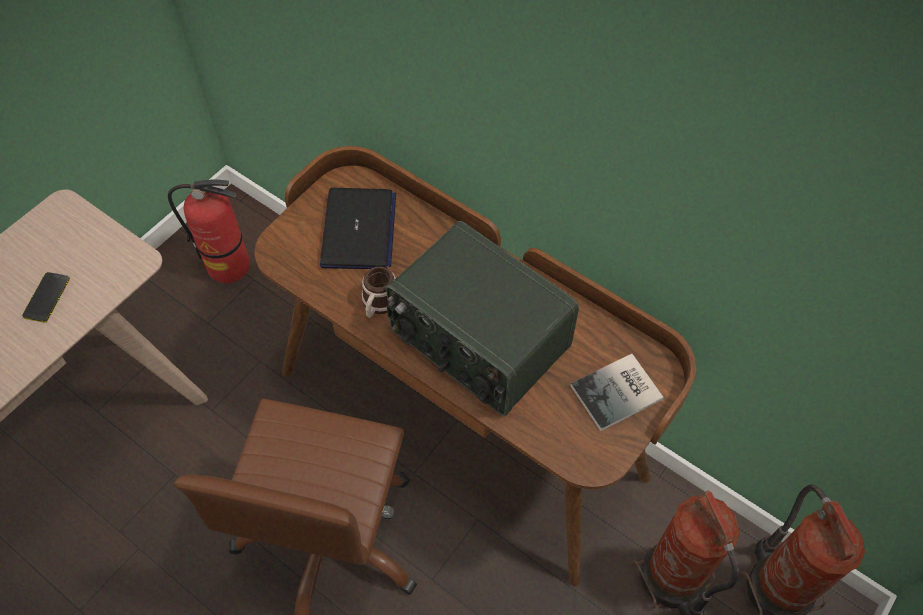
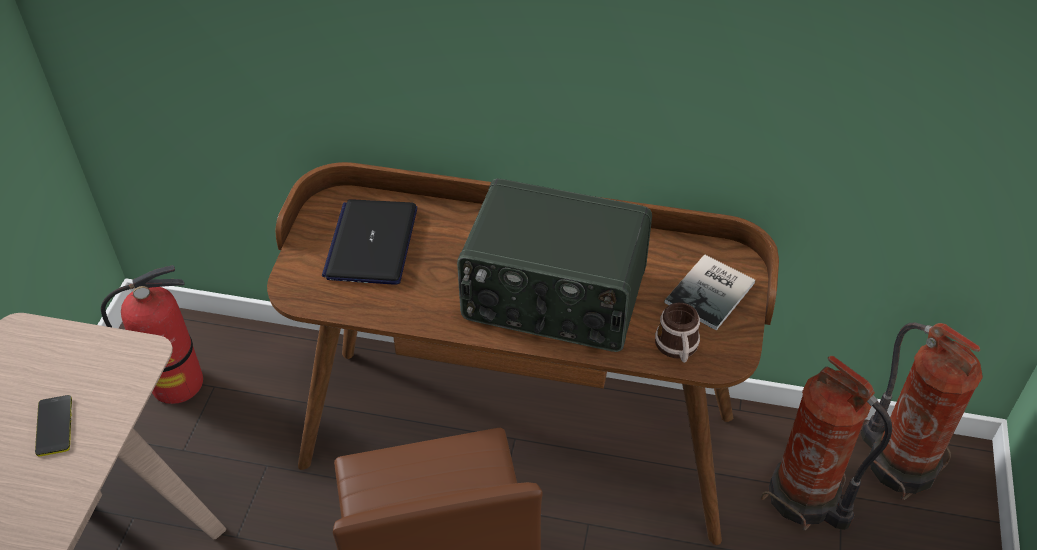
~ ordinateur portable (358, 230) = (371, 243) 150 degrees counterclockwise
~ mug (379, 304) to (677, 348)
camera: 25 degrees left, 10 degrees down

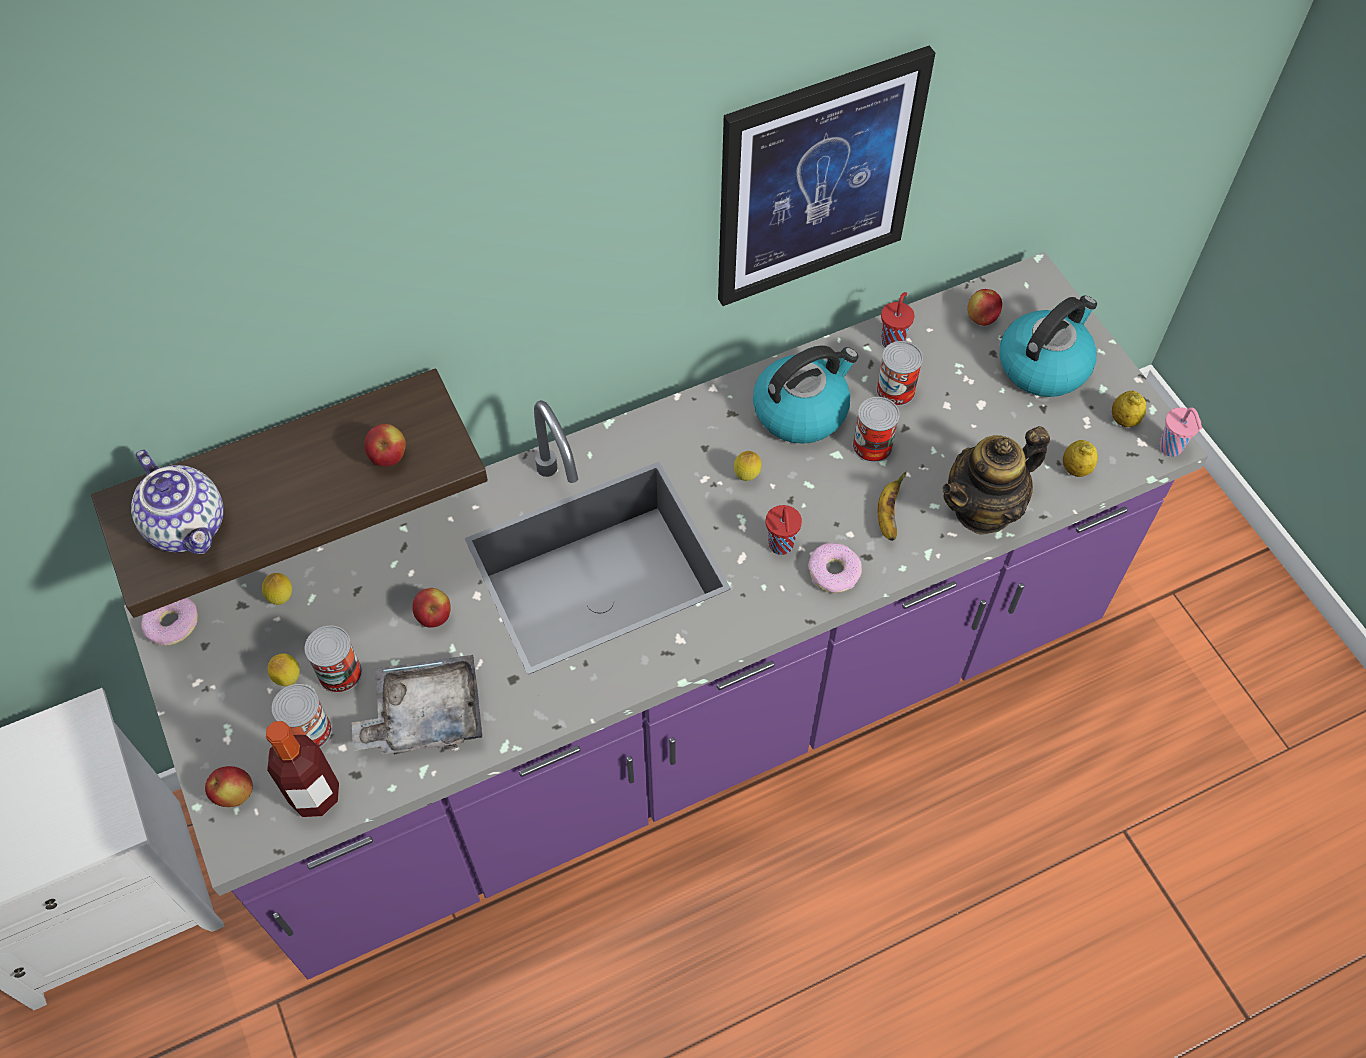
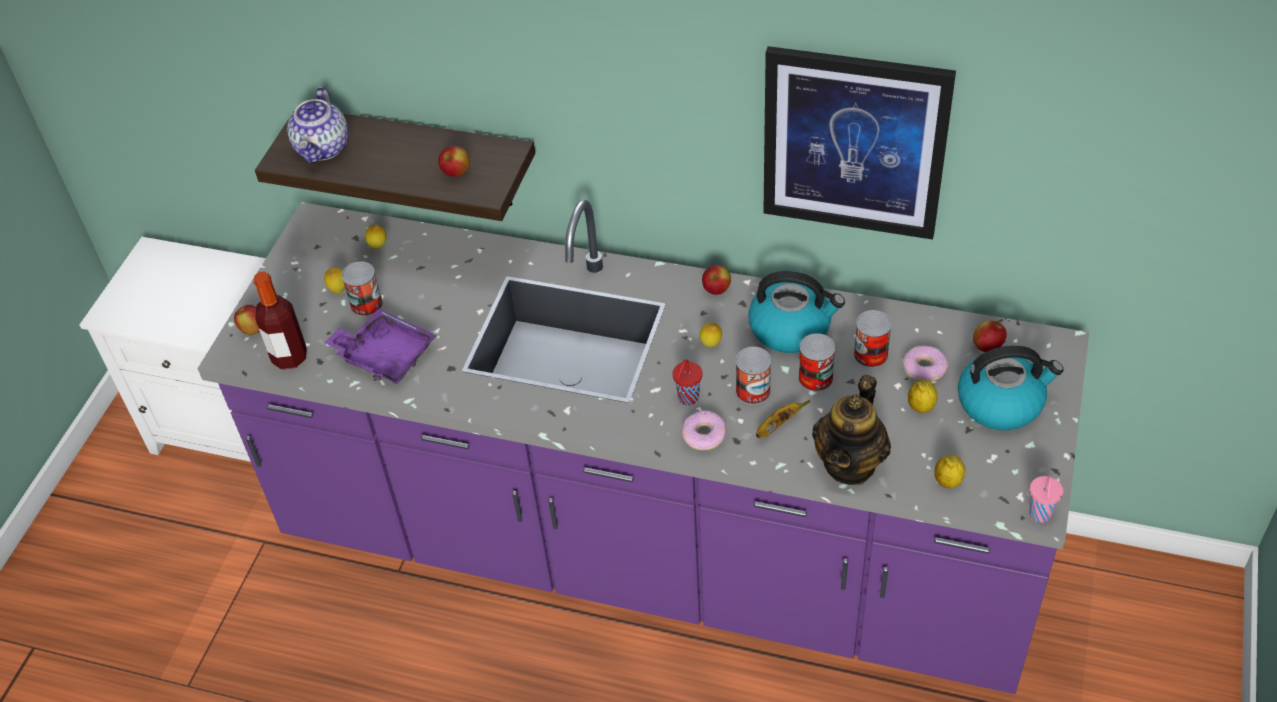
~ beignet (172, 624) to (924, 368)
~ boîte métallique (309, 731) to (753, 391)
~ plateau/gris (425, 715) to plateau/violet (385, 355)
~ pomme (434, 617) to (716, 290)
- tasse/rouge (893, 341)
~ théière (983, 509) = (850, 463) 75 degrees counterclockwise
~ citron (1124, 420) to (921, 407)
camera: 45 degrees right, 10 degrees down

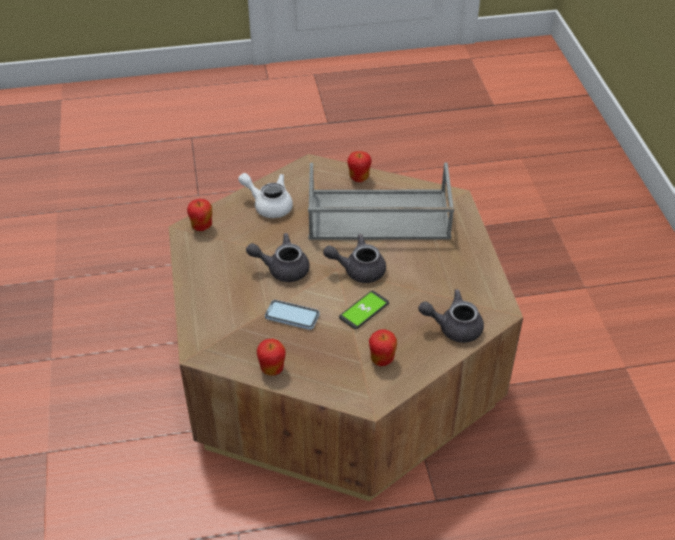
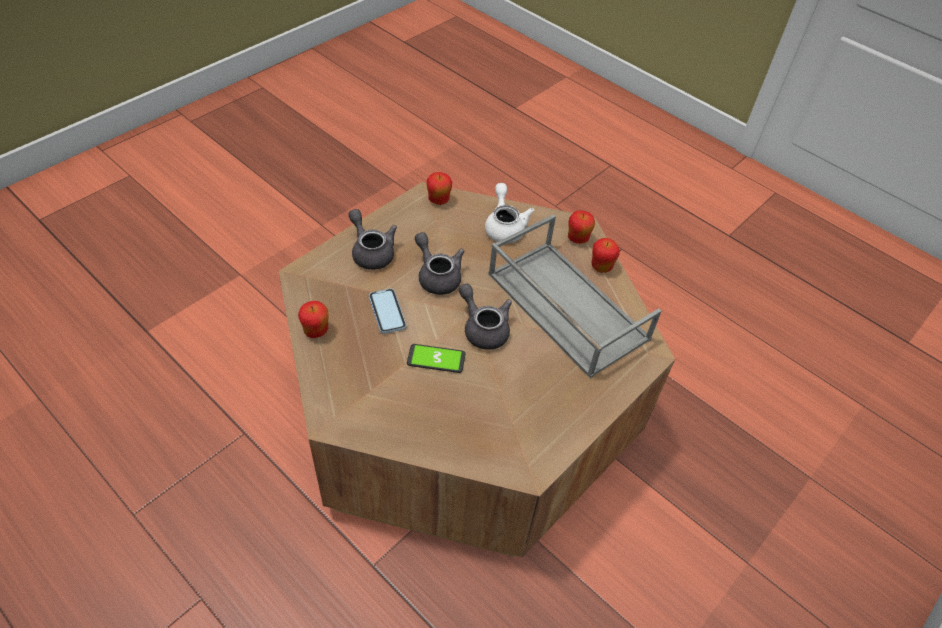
~ pomme (382, 359) to (577, 239)
~ théière/gris (453, 327) to (371, 252)
camera: 50 degrees right, 5 degrees up

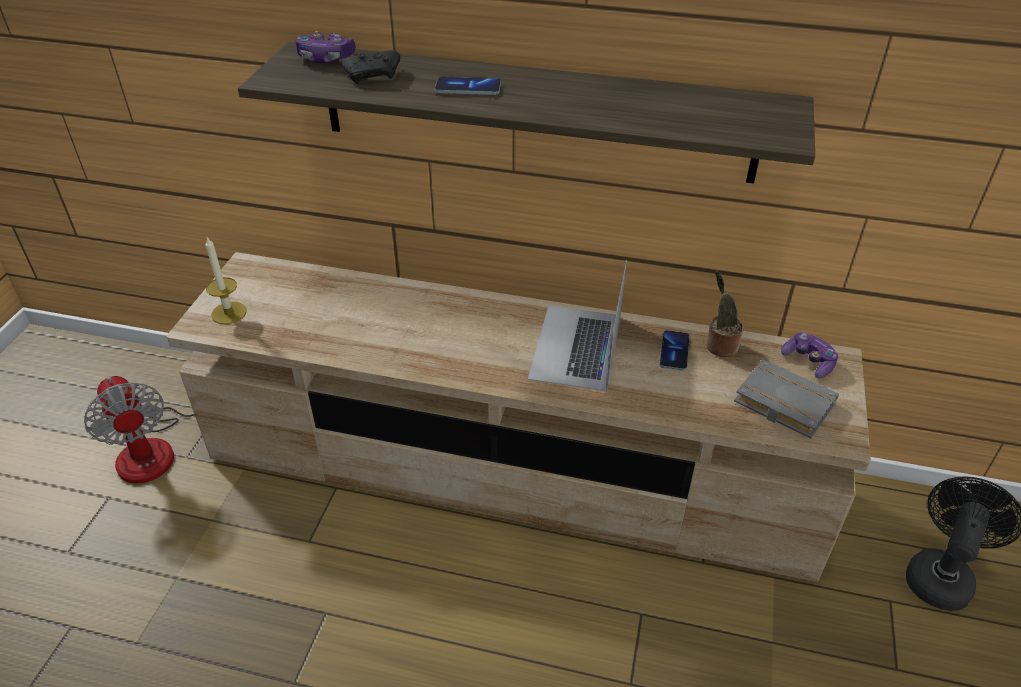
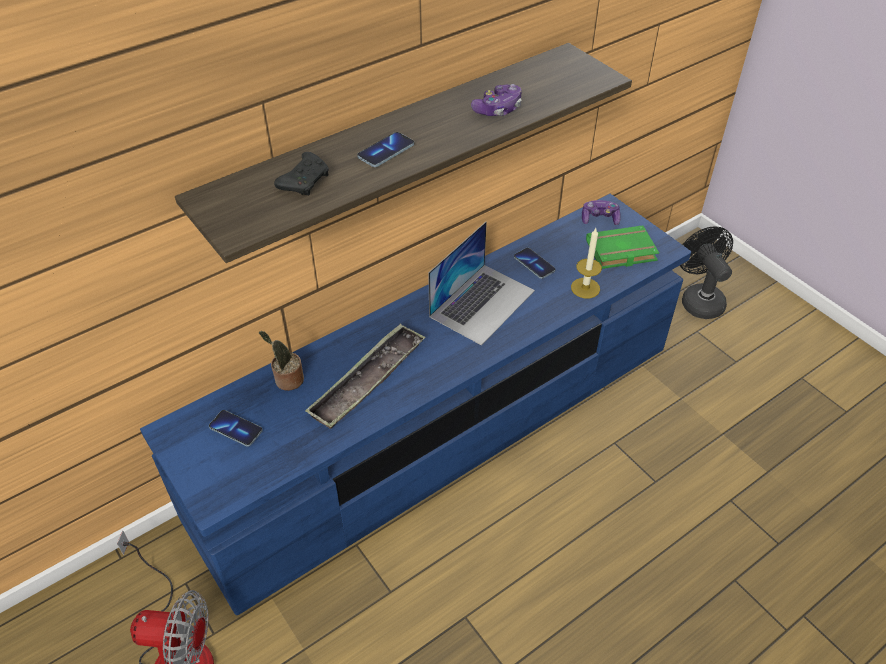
~ meuble télé/beige (510, 467) to meuble télé/bleu (442, 430)
~ bougie (229, 313) to (585, 288)
~ manette (326, 58) to (498, 109)
~ ordinateur portable (576, 347) = (482, 303) 105 degrees counterclockwise
~ plante en pot (719, 345) to (287, 380)
~ livre/gris (781, 404) to livre/vert (620, 252)
+ téléphone (236, 429)
+ plateau (367, 380)
camera: 50 degrees left, 5 degrees up

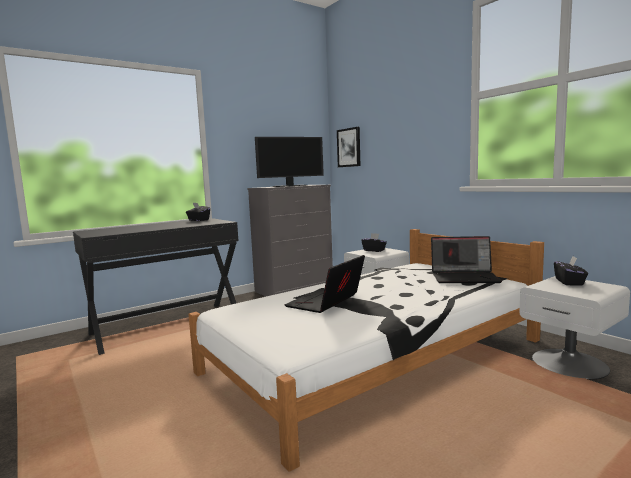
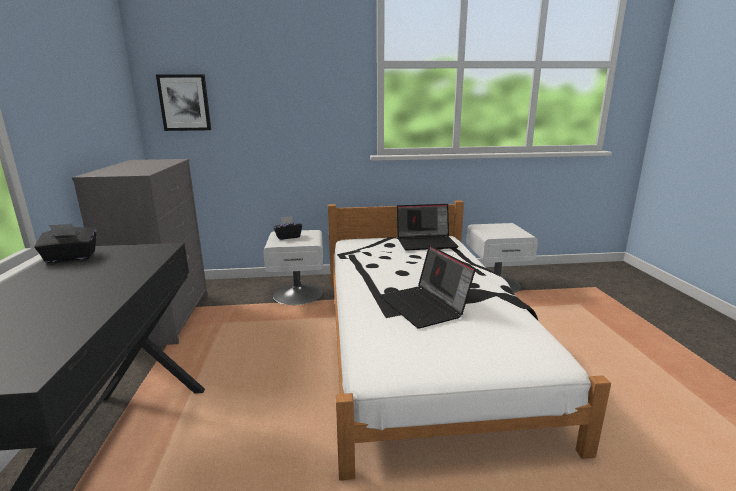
- écran d'ordinateur (290, 186)
~ ordinateur portable (465, 277) = (427, 242) 45 degrees clockwise
- boîte à mouchoirs/noir (569, 282)
camera: 60 degrees left, 10 degrees up

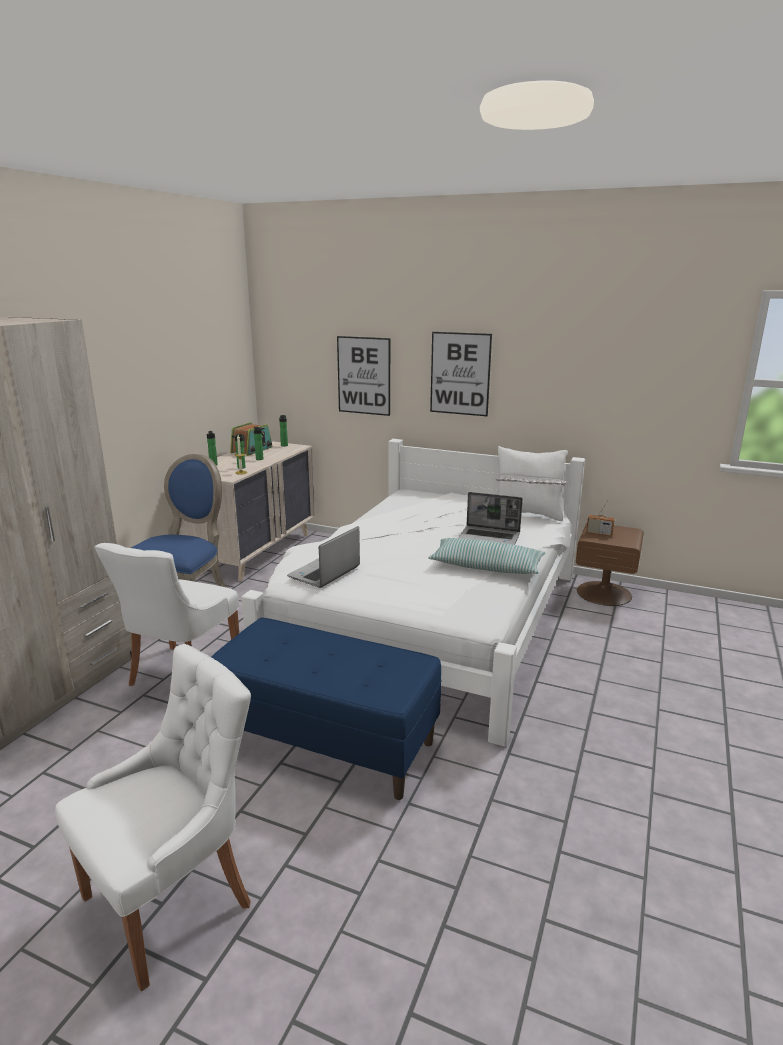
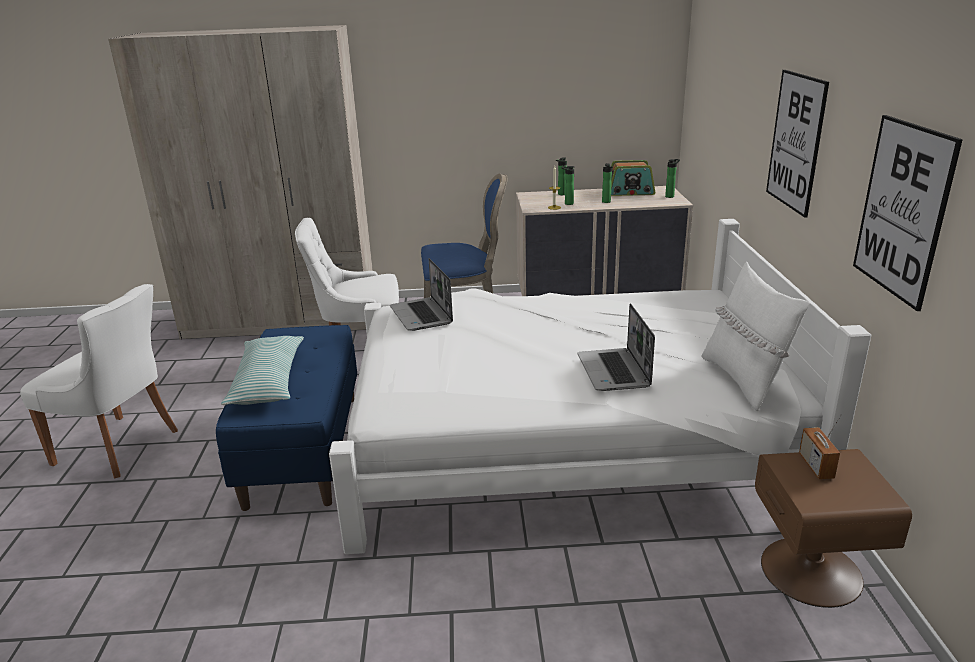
~ ordinateur portable (324, 573) = (422, 316) 120 degrees counterclockwise
~ tableau (364, 375) to (902, 210)
~ coussin (486, 566) to (268, 381)
camera: 65 degrees right, 5 degrees up

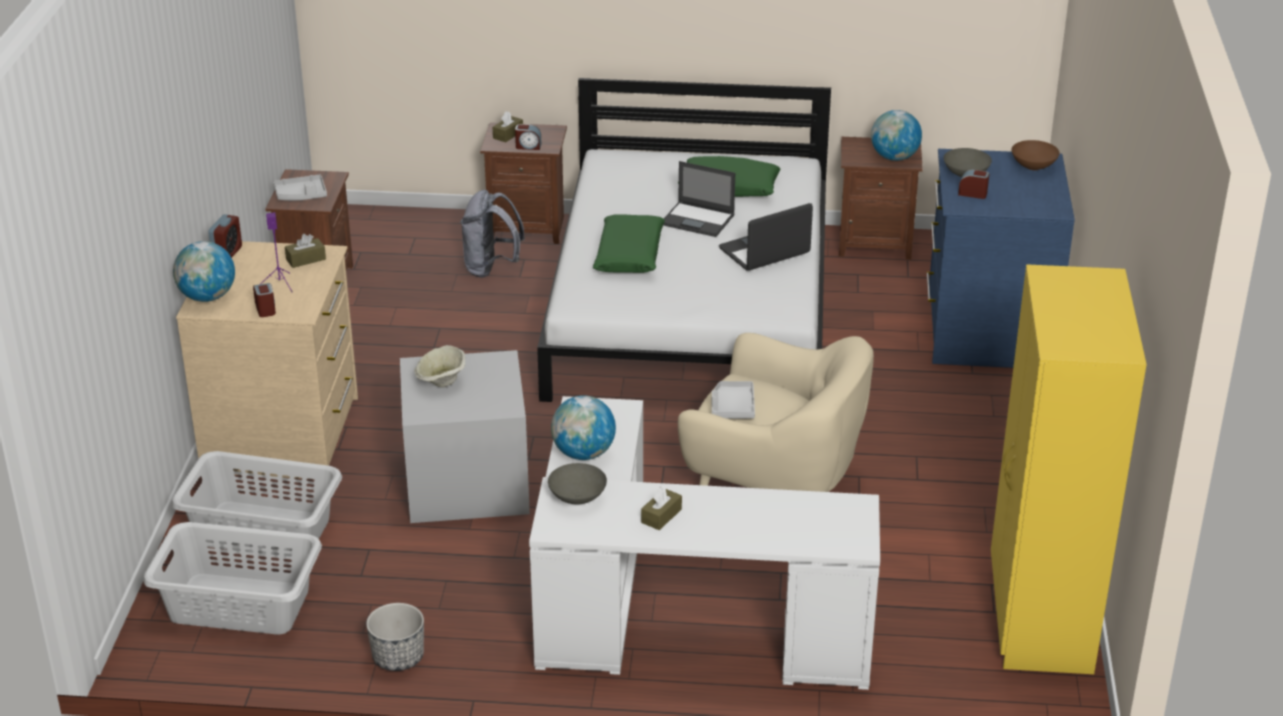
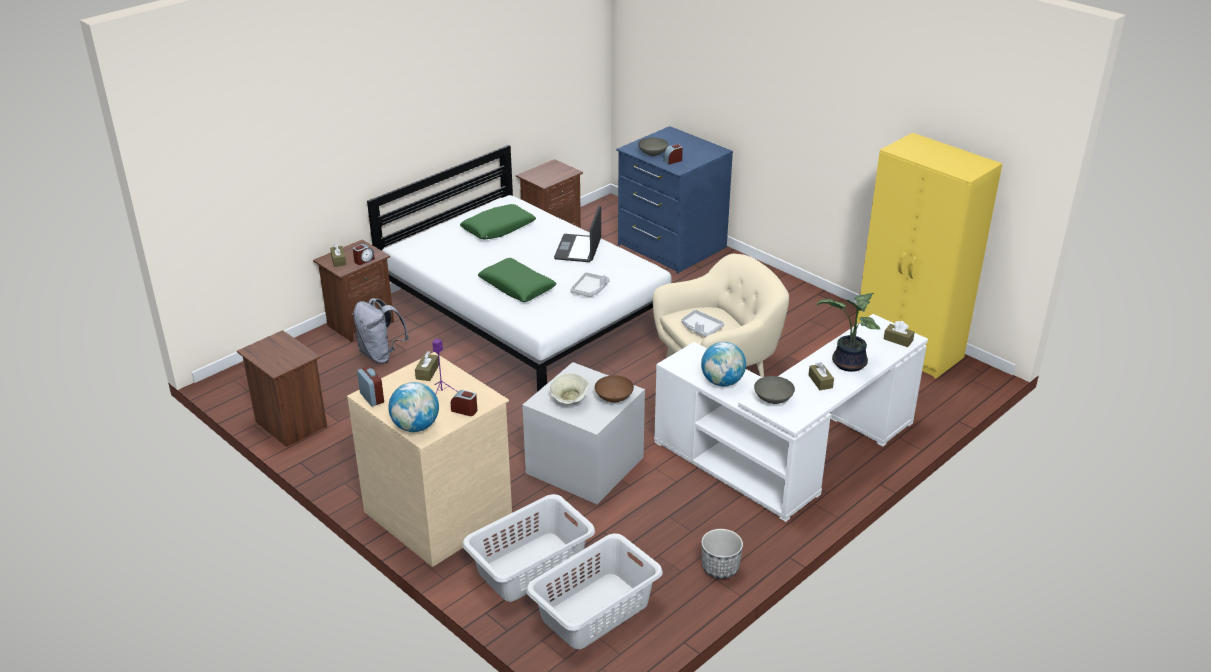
~ plateau/gris (301, 195) to (590, 289)
- ordinateur portable (698, 220)
- globe (894, 157)
~ bol/marron (1034, 166) to (614, 398)
+ plante en pot (847, 364)
+ boîte à mouchoirs/marron (898, 340)
camera: 50 degrees left, 0 degrees up

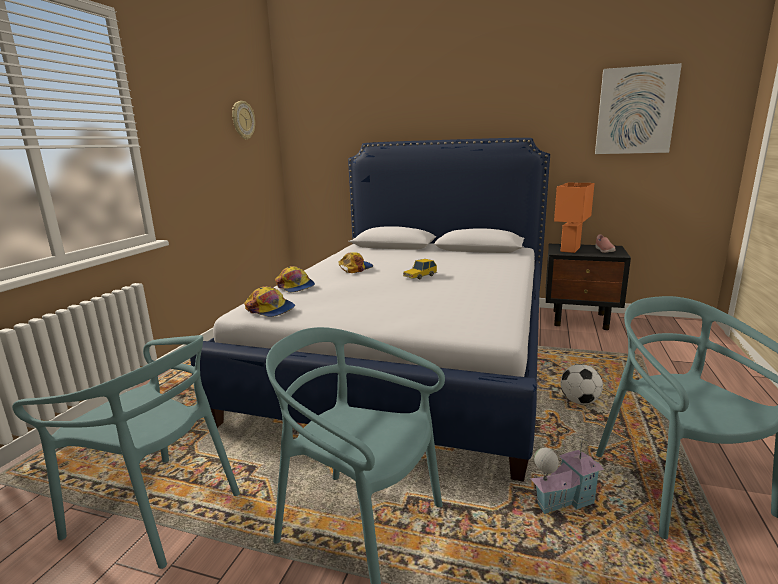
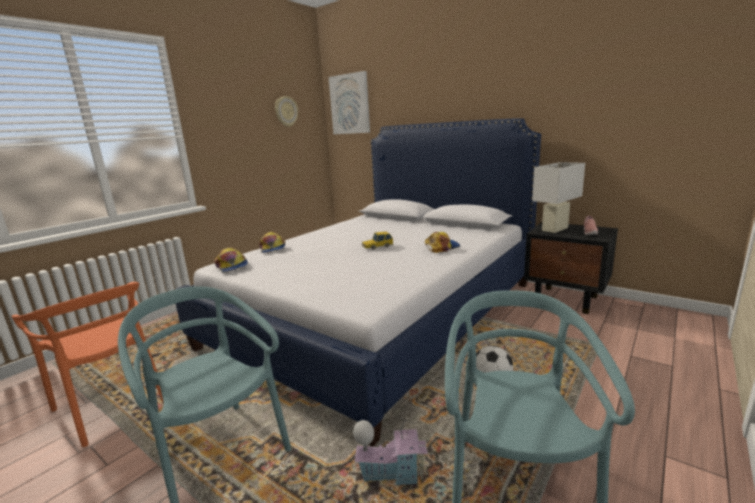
~ chaise/turquoise (157, 510) to chaise/orange (114, 404)
~ casquette (355, 268) to (441, 247)
~ lampe de table/orange (570, 249) to lampe de table/blanc (555, 229)
~ tableau (635, 111) to (350, 104)
camera: 20 degrees right, 0 degrees up

